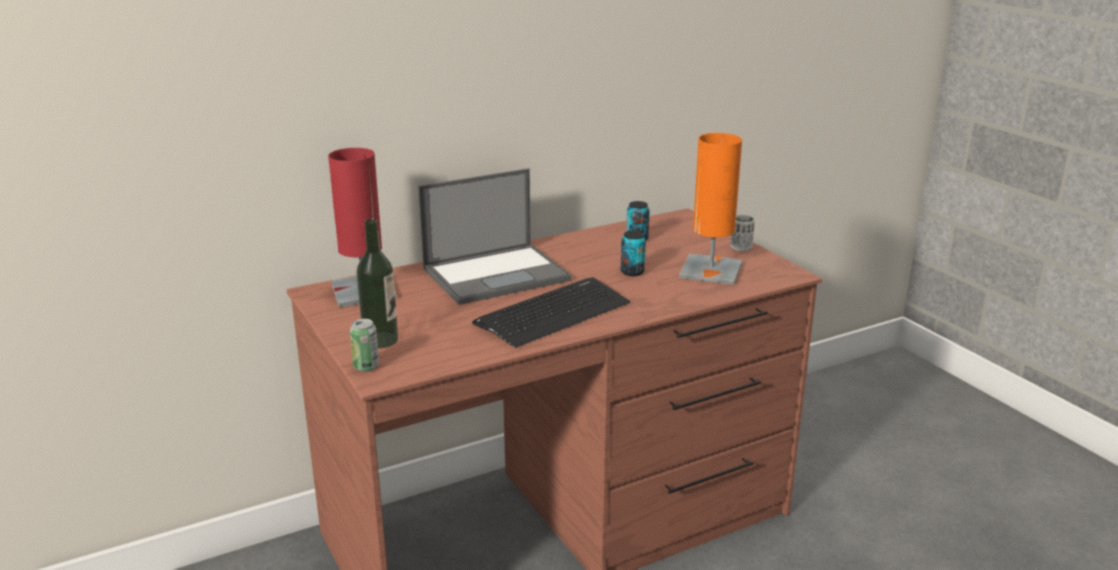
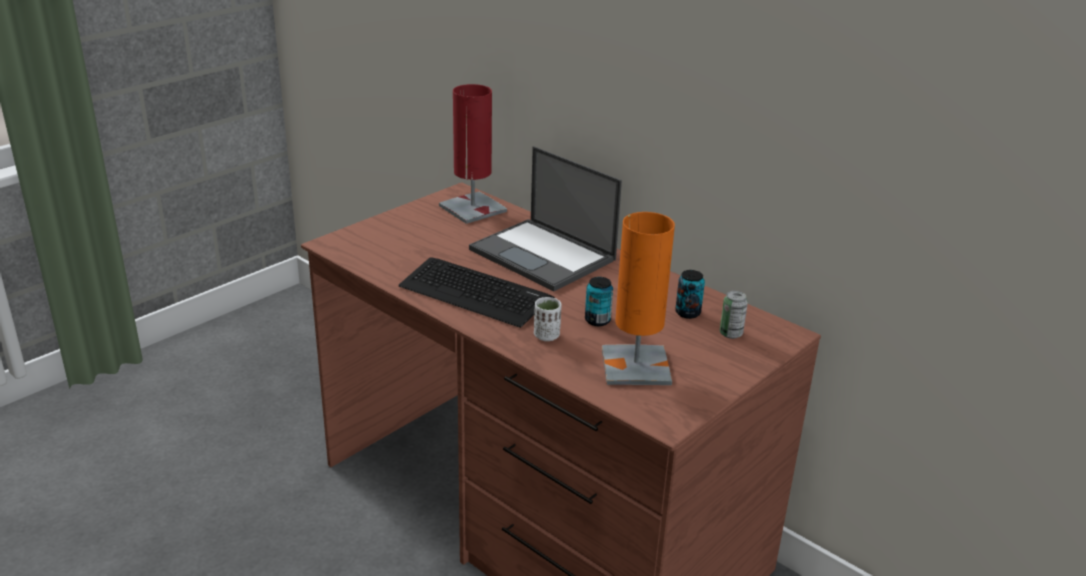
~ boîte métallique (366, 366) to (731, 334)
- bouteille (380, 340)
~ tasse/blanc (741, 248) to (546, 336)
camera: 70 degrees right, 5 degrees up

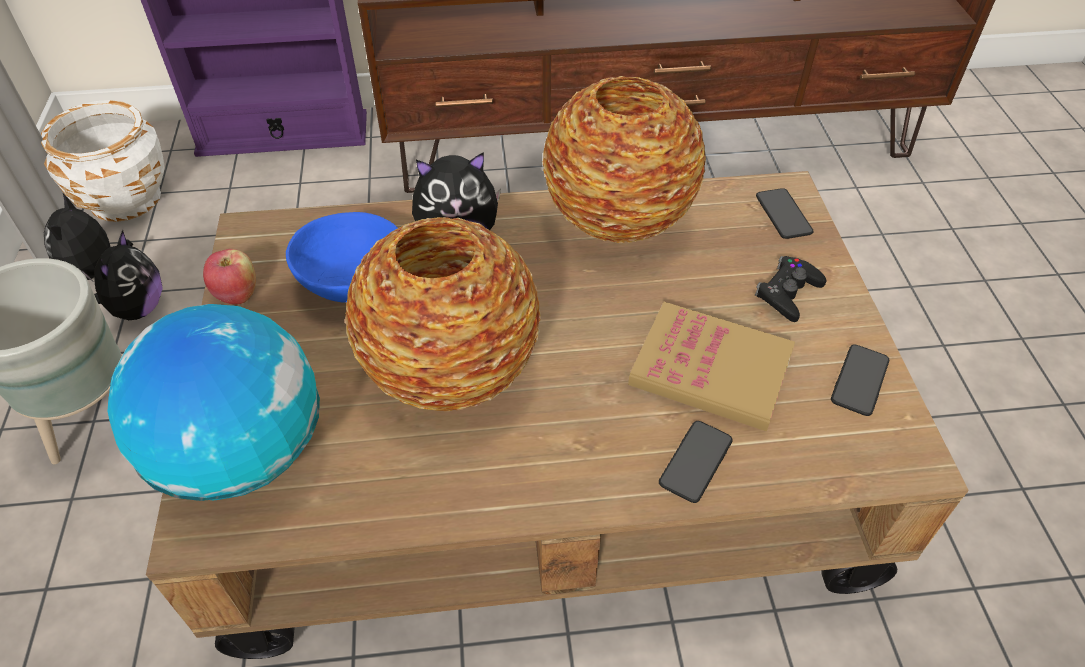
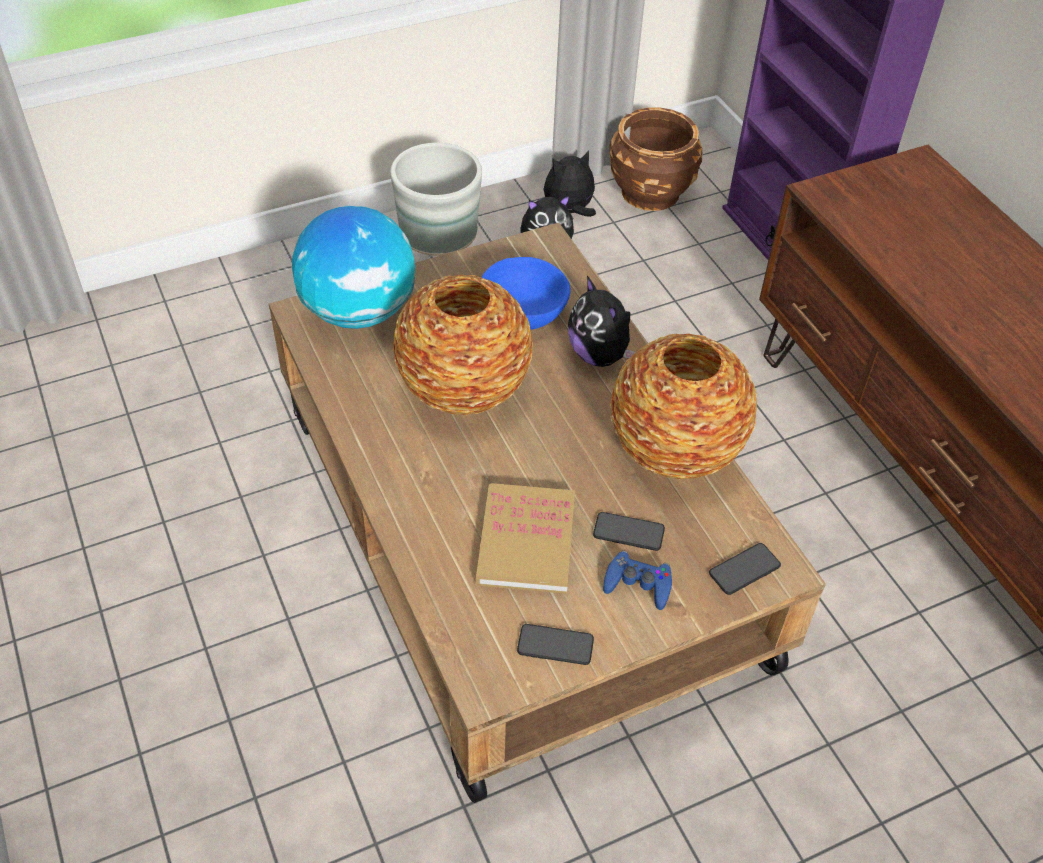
~ cache-pot/blanc (125, 198) to cache-pot/marron (650, 192)
- pomme (237, 295)
~ téléphone (695, 462) to (628, 532)
~ manette/noir (788, 293) to manette/bleu (638, 584)
camera: 70 degrees right, 0 degrees up

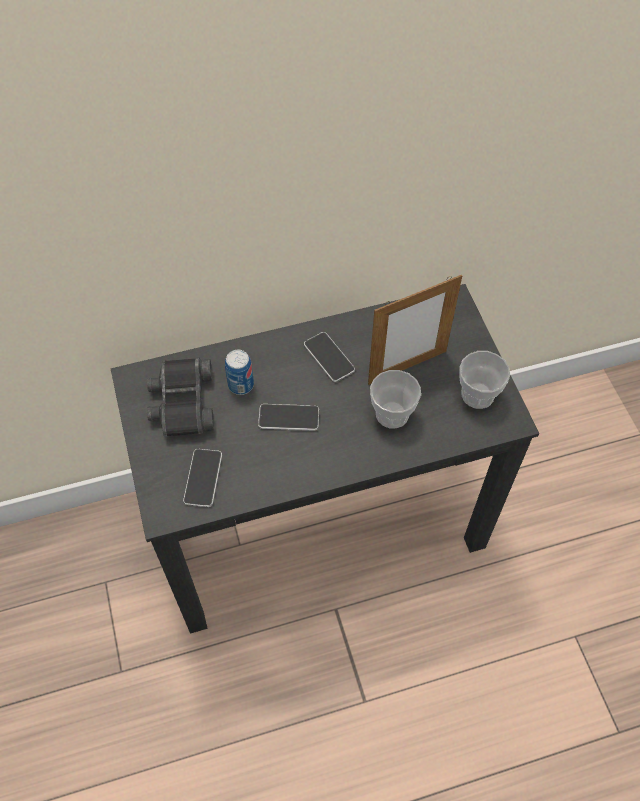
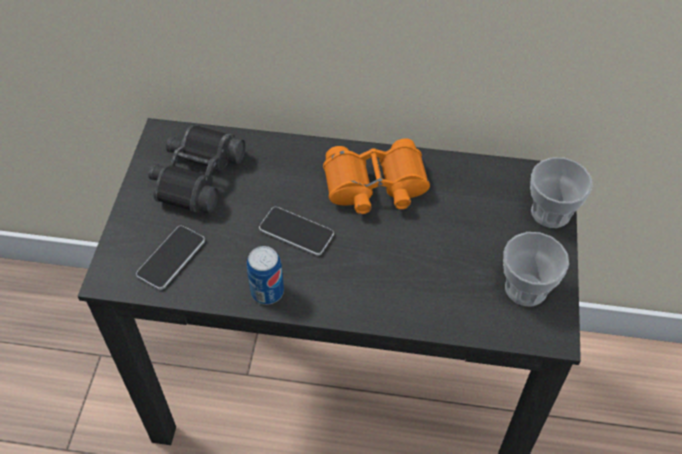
~ boîte métallique (241, 385) to (267, 292)
~ téléphone (329, 357) to jumelles/orange (375, 186)
- cadre photo (407, 367)
~ tasse (392, 414) to (550, 212)
camera: 25 degrees right, 5 degrees down

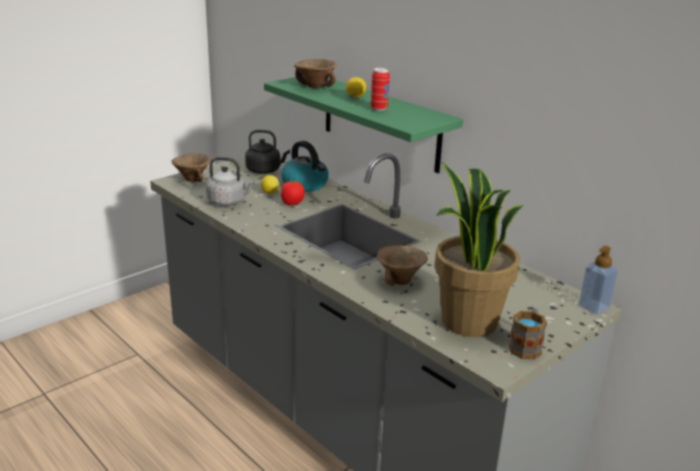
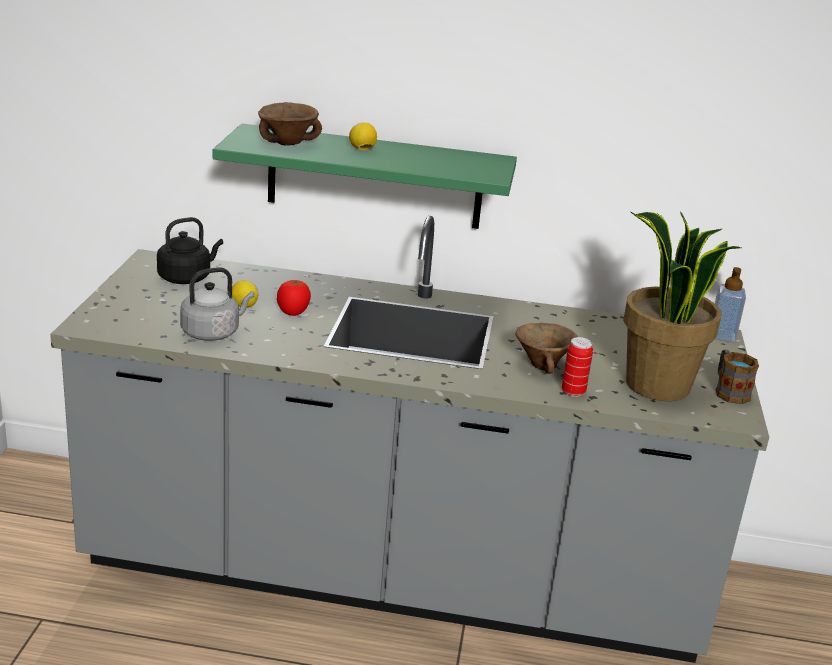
- bol/marron (193, 180)
- bouilloire (305, 185)
~ boîte métallique (379, 109) to (573, 392)
camera: 40 degrees left, 0 degrees up

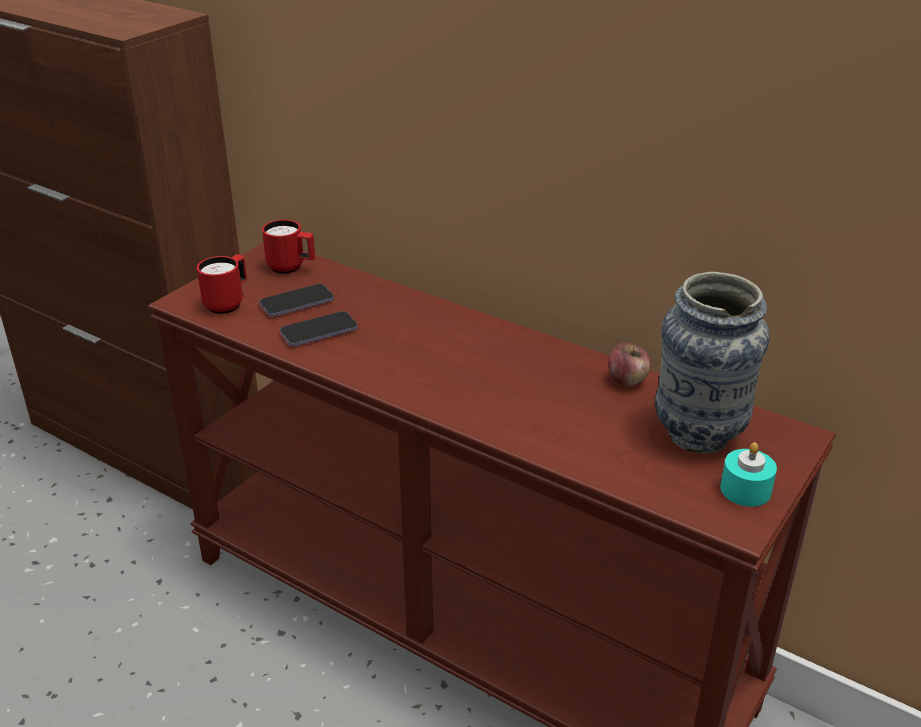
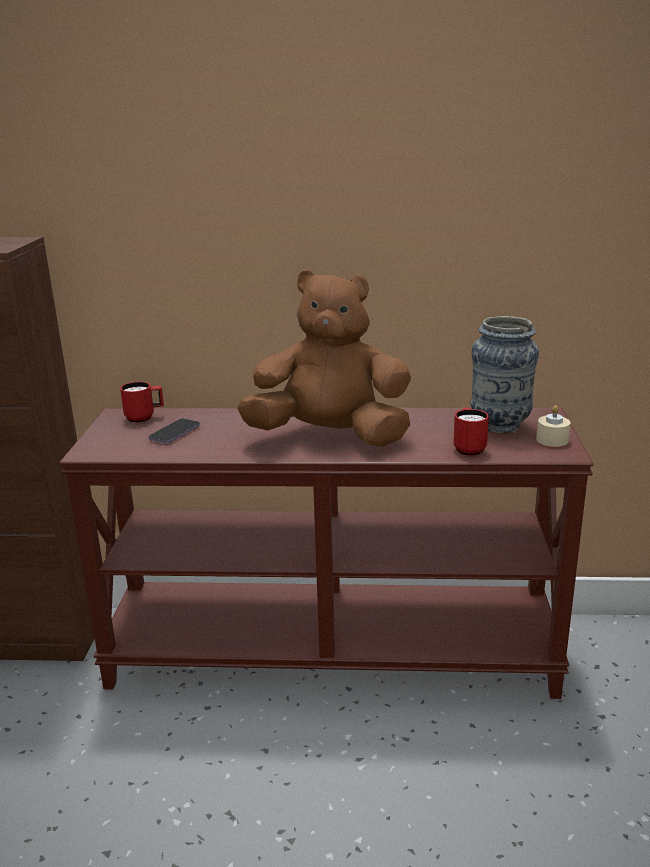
~ mug/rouge (228, 303) to (468, 448)
- téléphone (319, 331)
- pomme (627, 380)
~ bougie/turquoise (745, 490) to bougie/beige (552, 440)
+ peluche/marron (330, 437)
camera: 30 degrees left, 10 degrees down

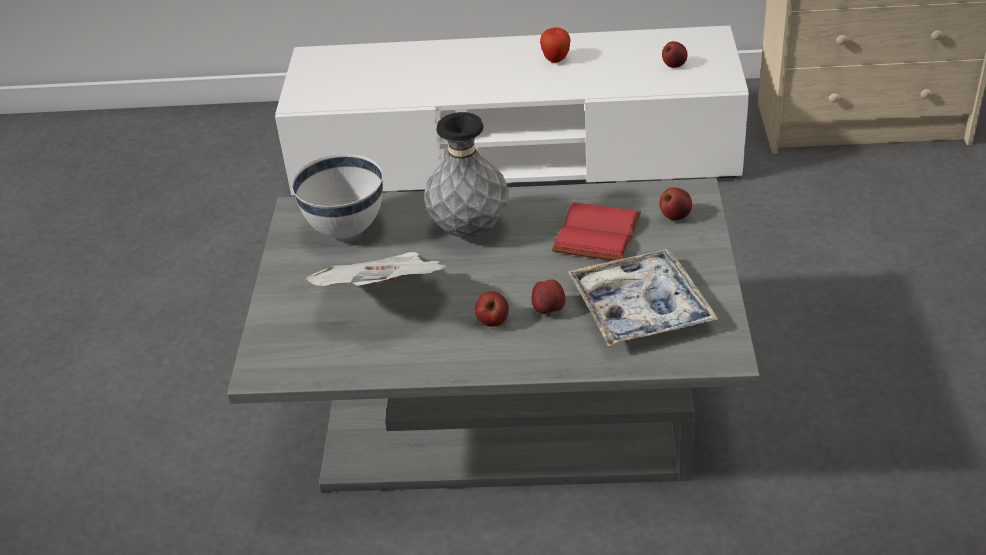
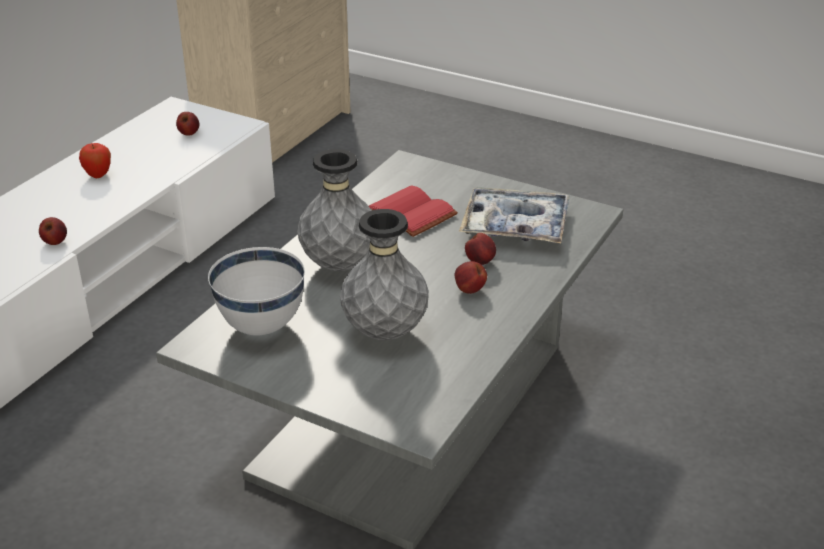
~ journal (385, 298) to vase/gris (384, 333)
~ pomme (675, 216) to (55, 242)
camera: 65 degrees left, 5 degrees down

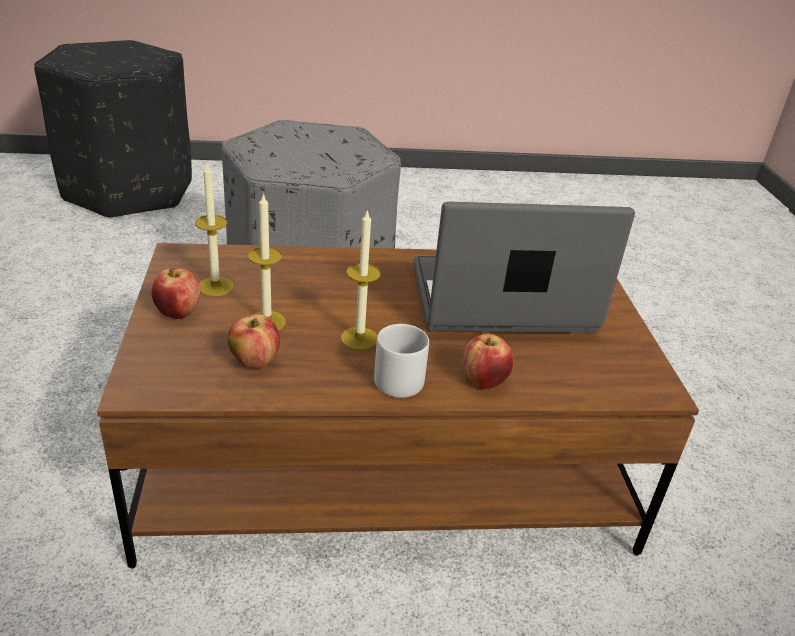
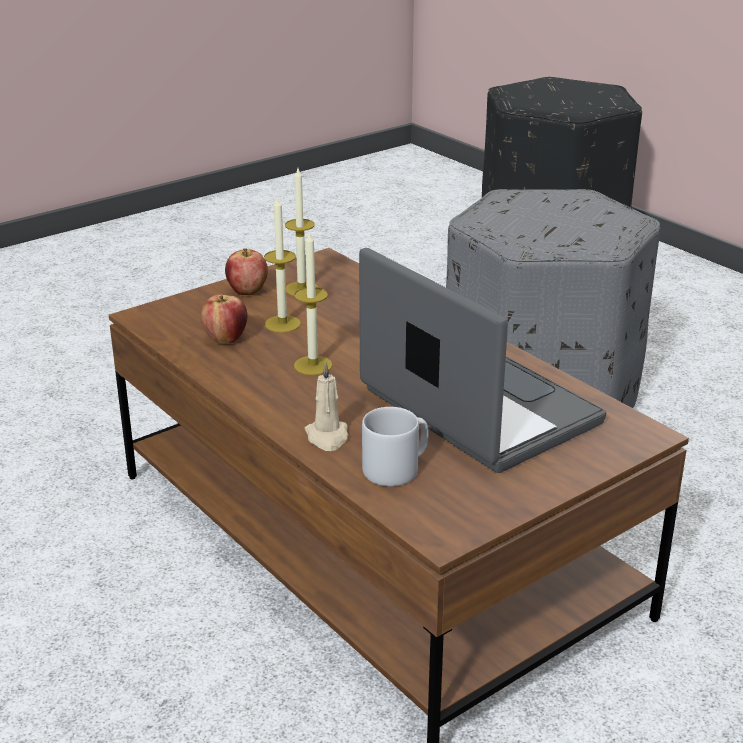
~ mug/gris (399, 378) to (396, 469)
~ pomme (484, 381) to bougie/beige (327, 437)
camera: 60 degrees right, 5 degrees down

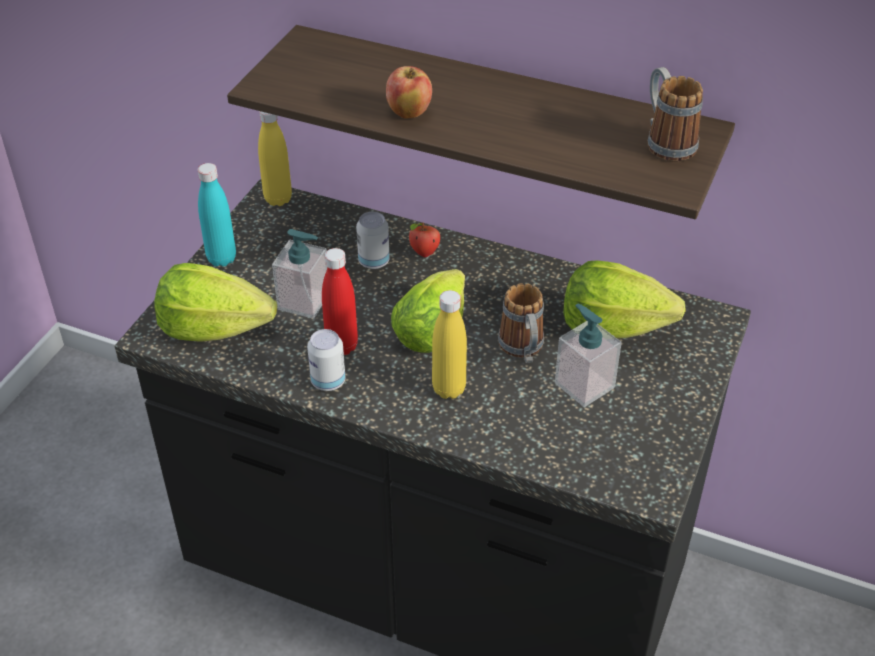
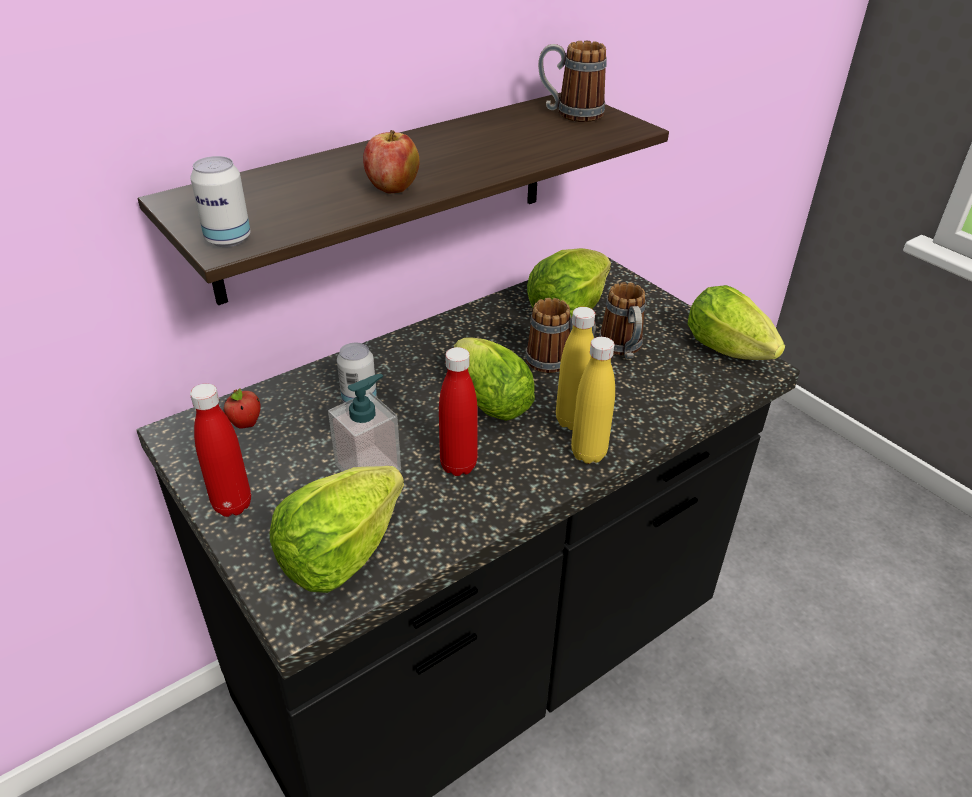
~ bouteille/turquoise (221, 259) to bouteille/rouge (232, 505)
~ bouteille/jaune (278, 199) to (588, 453)
~ boîte métallique (328, 381) to (228, 239)
~ pomme (424, 254) to (246, 425)
~ distributeur de savon (584, 385) to mug (622, 350)
+ laitue (732, 353)
camera: 60 degrees left, 5 degrees down

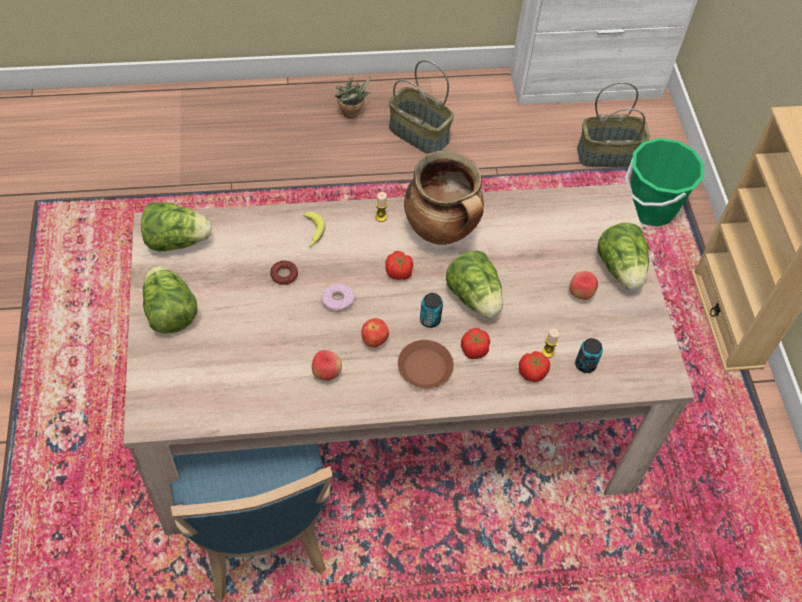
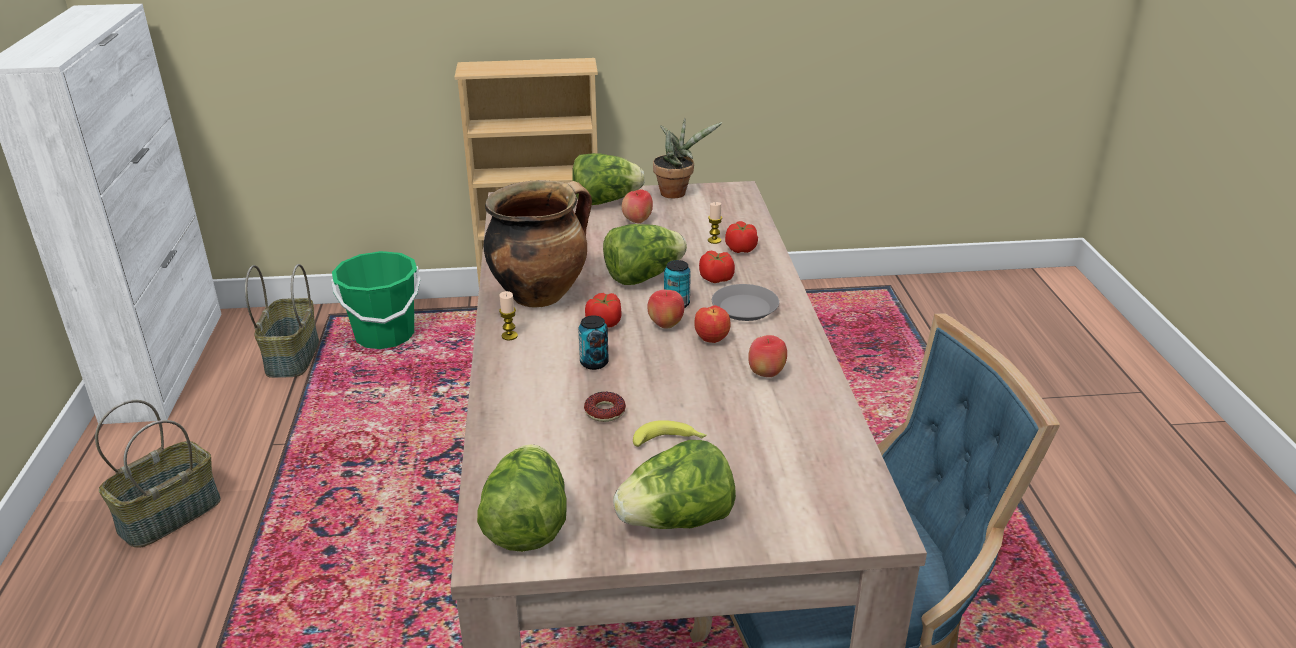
~ banane (312, 233) to (670, 441)
- beignet (337, 300)
~ plante en pot (352, 114) to (676, 192)
~ assiette/marron (425, 367) to assiette/gris (745, 308)
~ boîte métallique (585, 364) to (594, 363)
+ pomme (666, 325)
camera: 85 degrees left, 25 degrees down

